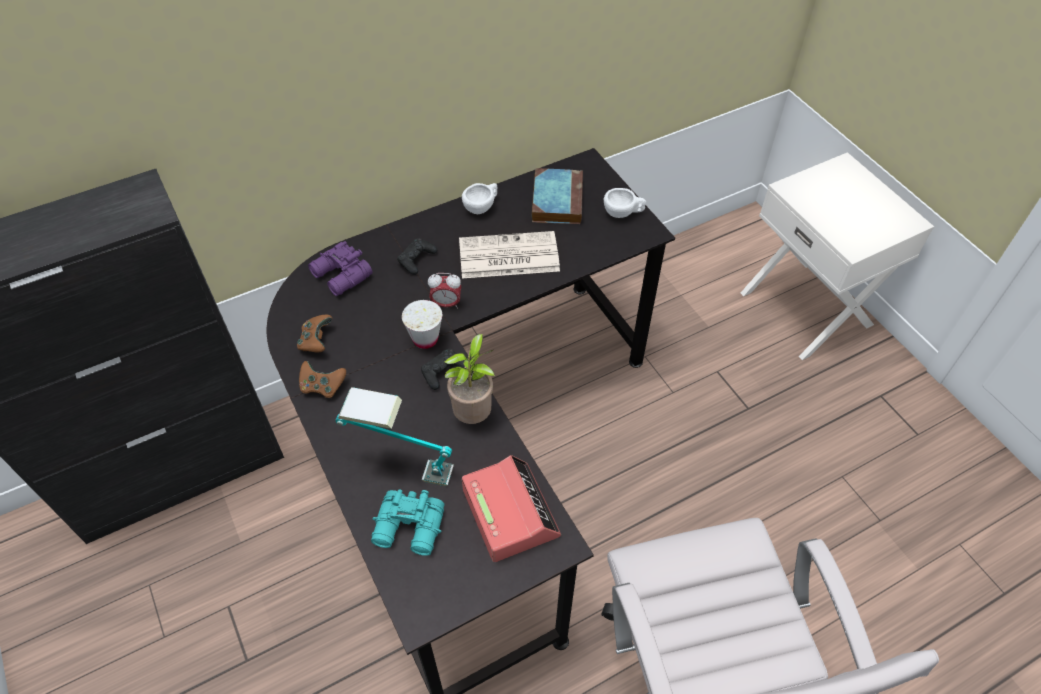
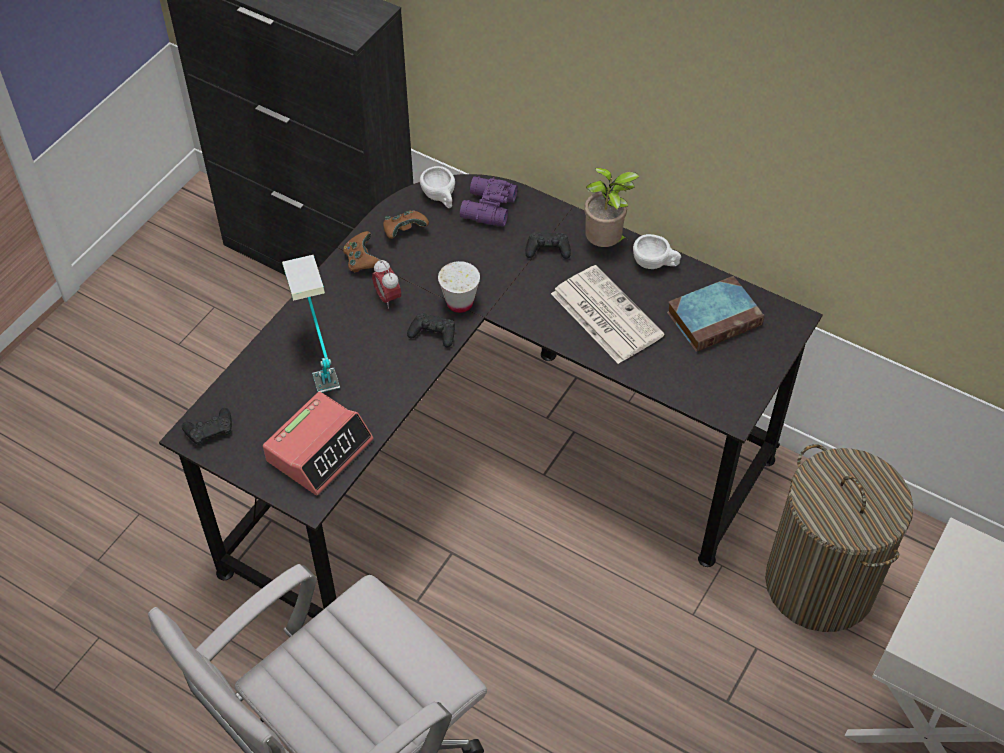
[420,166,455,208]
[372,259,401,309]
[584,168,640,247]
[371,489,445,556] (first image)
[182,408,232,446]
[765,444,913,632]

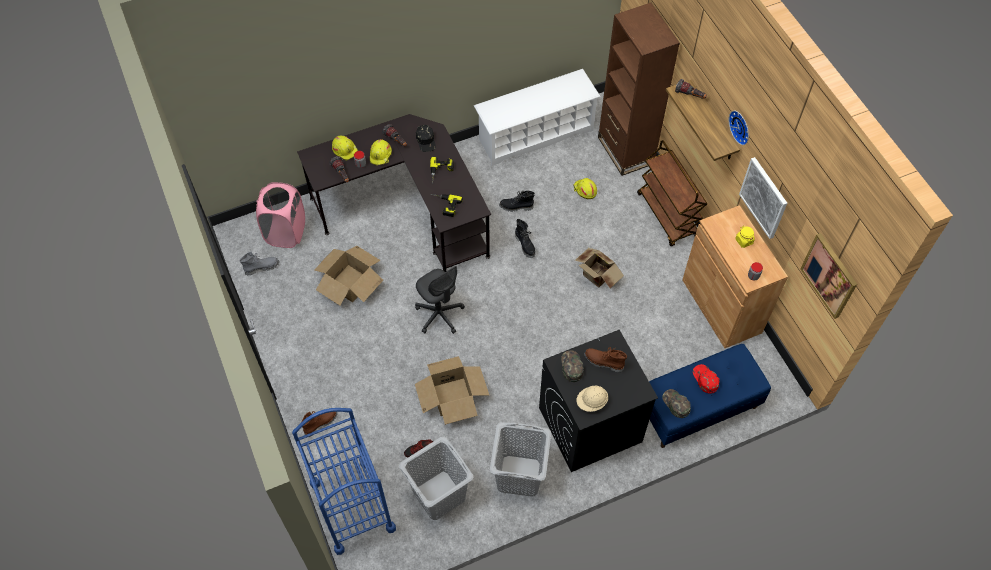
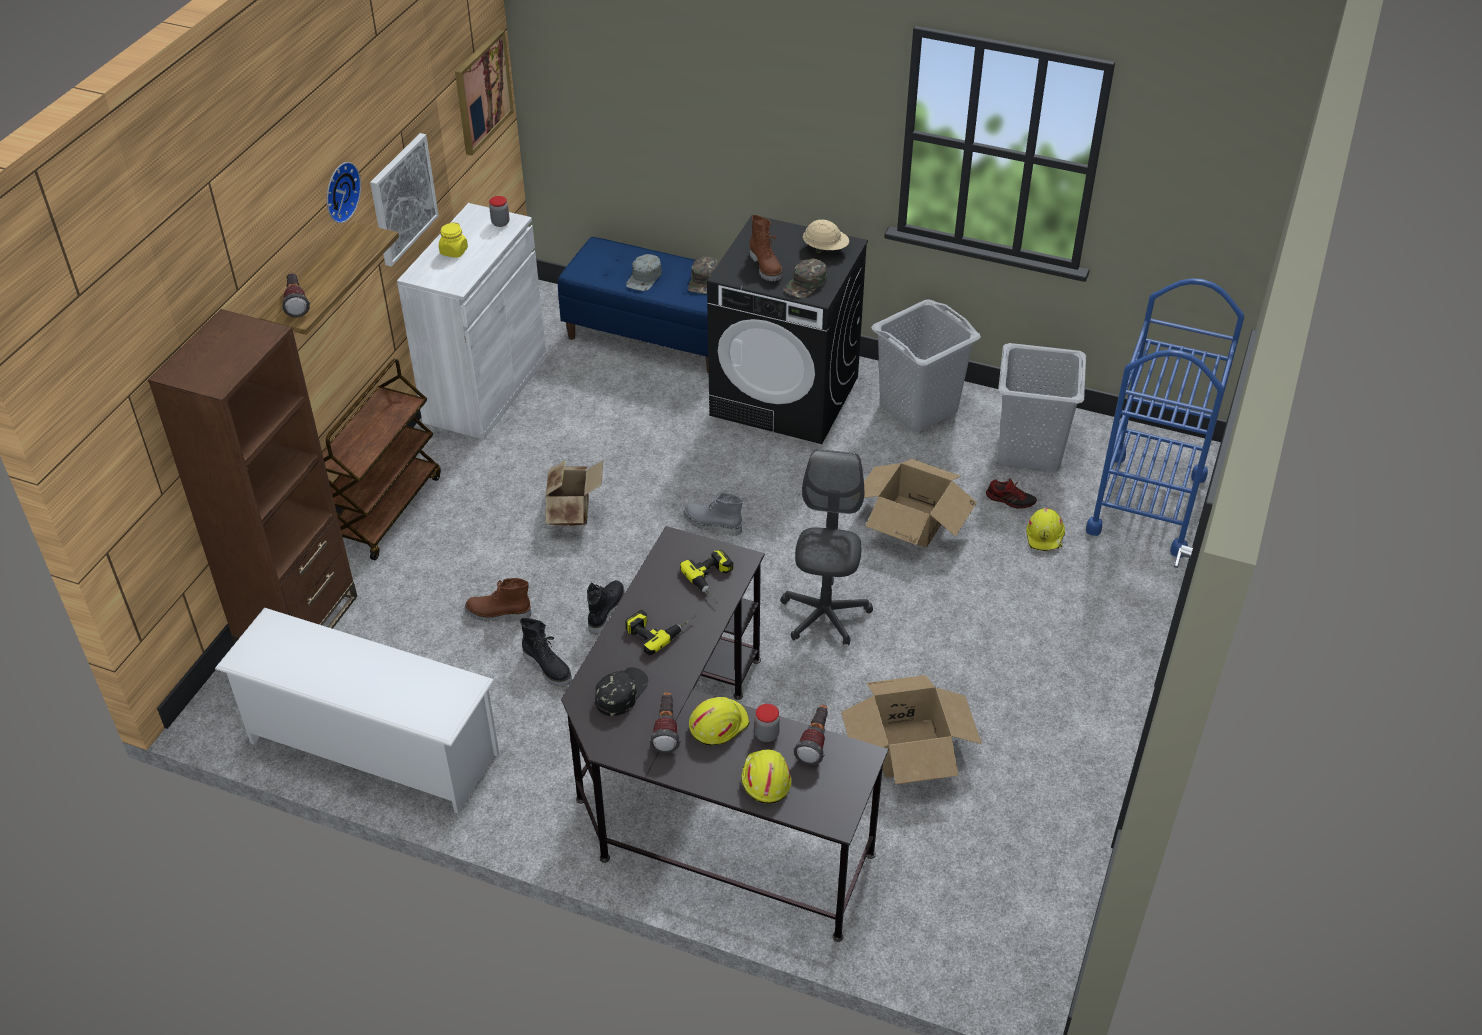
[1026,508,1065,551]
[256,182,305,248] (first image)
[397,203,547,440]
[683,493,743,536]
[626,254,662,291]
[465,578,531,622]

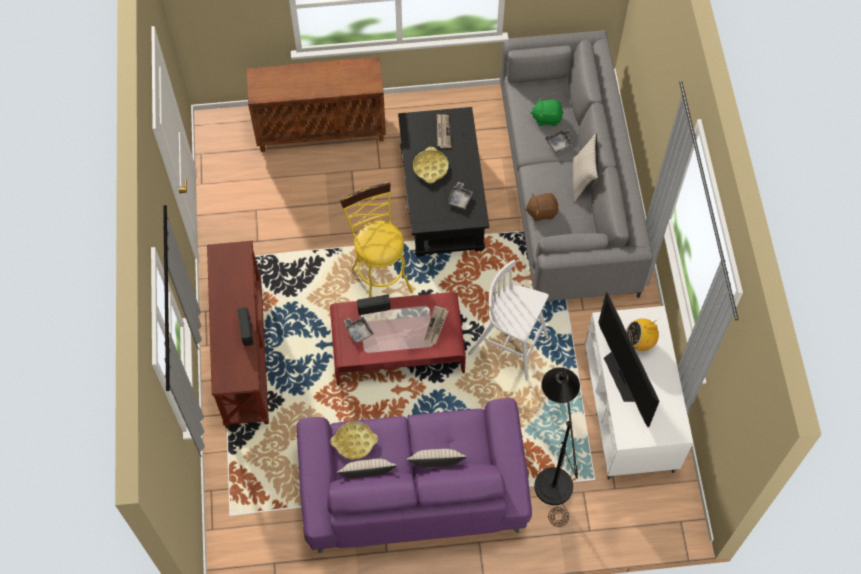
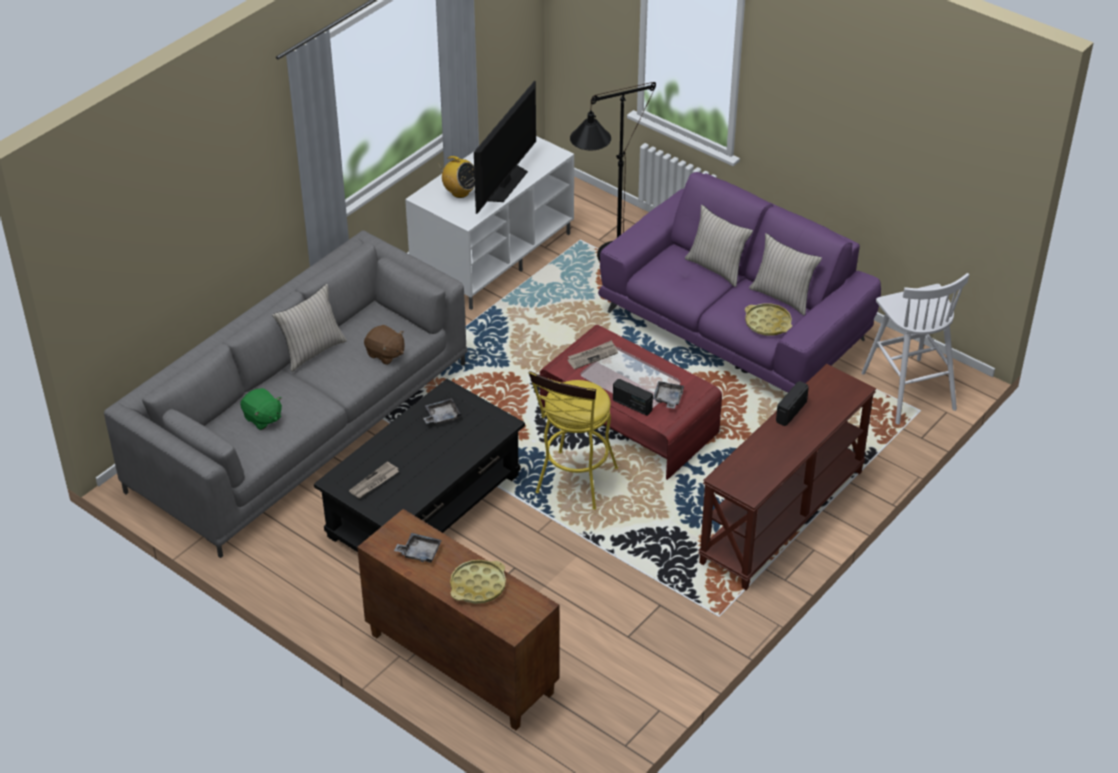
[394,533,442,563]
[450,560,506,604]
[861,273,969,425]

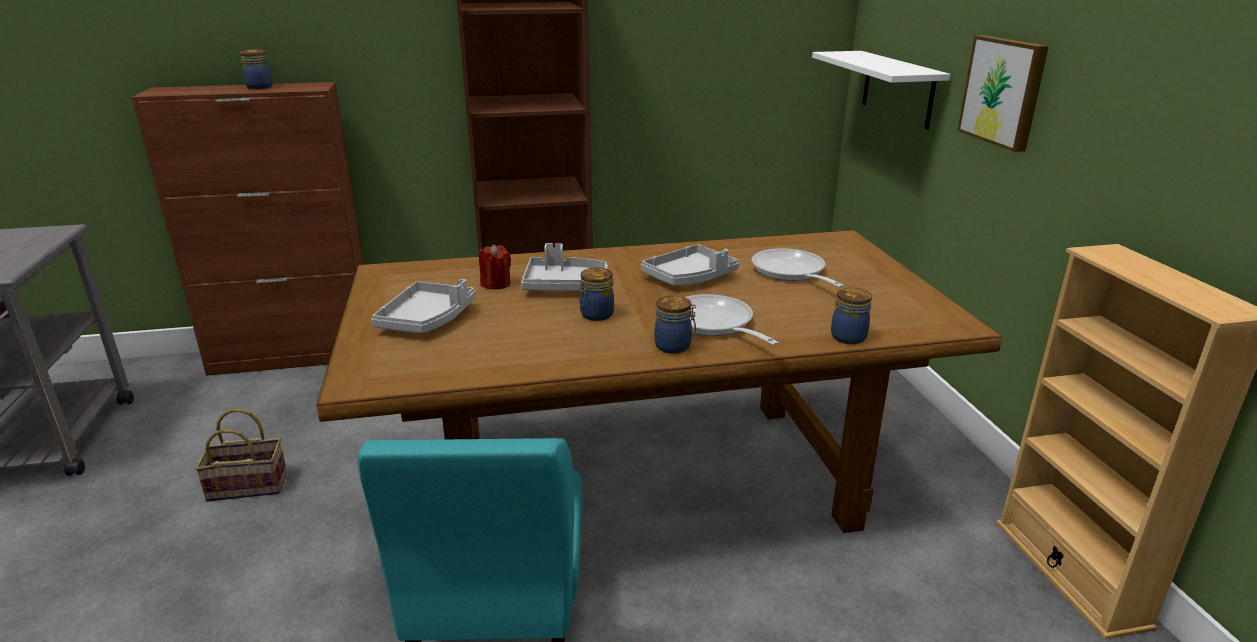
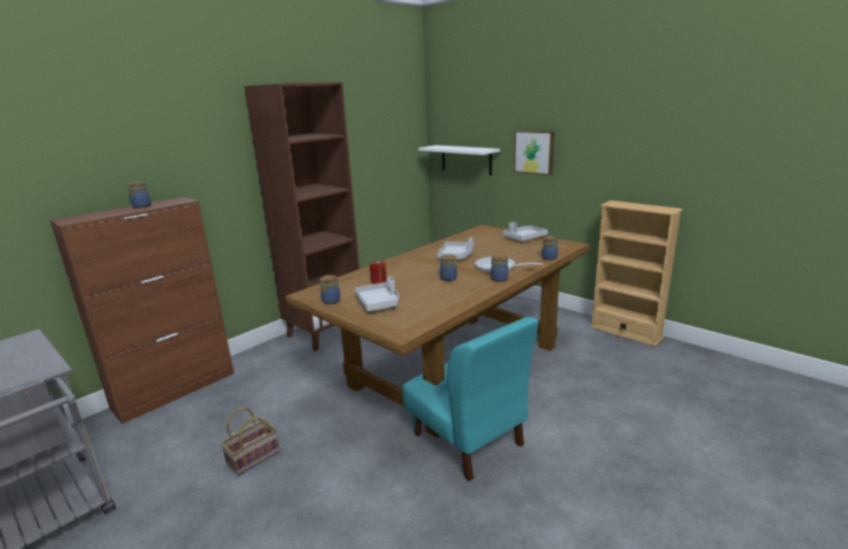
[503,222,548,241]
[752,248,844,288] (first image)
[320,275,340,304]

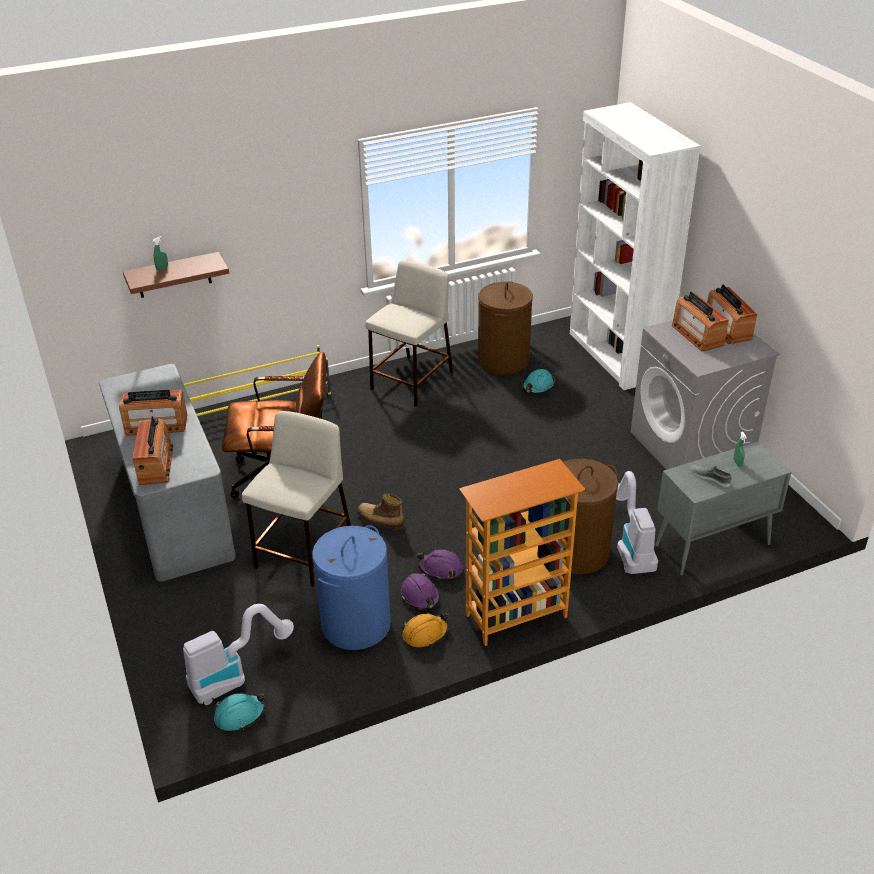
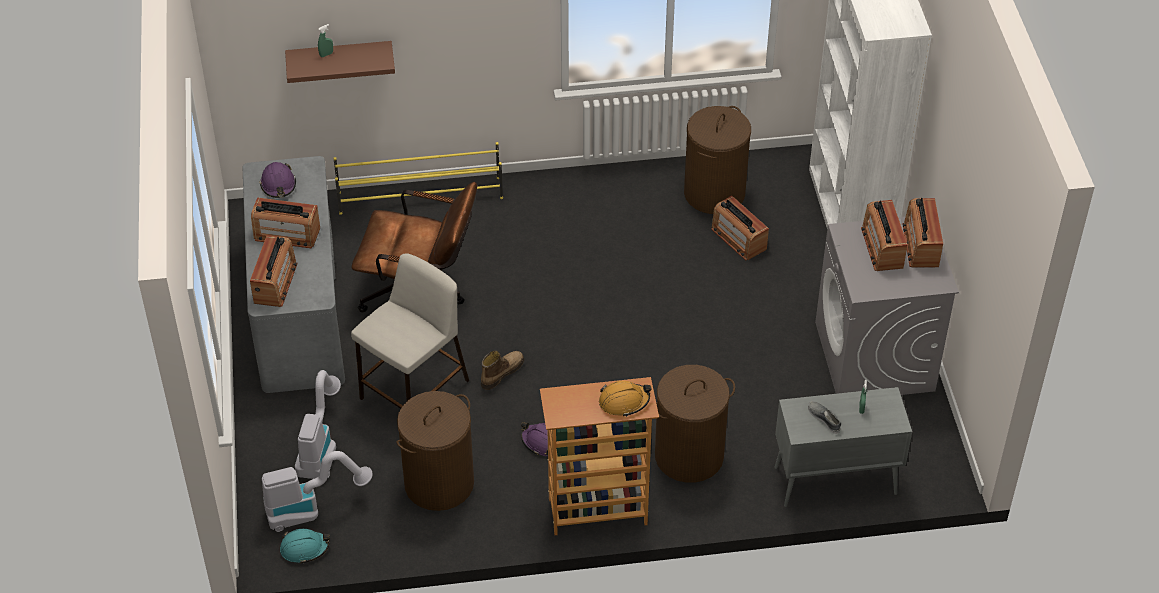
[365,260,453,406] (first image)
[711,196,769,260]
[295,370,341,479]
[481,351,524,390]
[397,391,474,511]
[260,162,296,198]
[599,381,651,417]

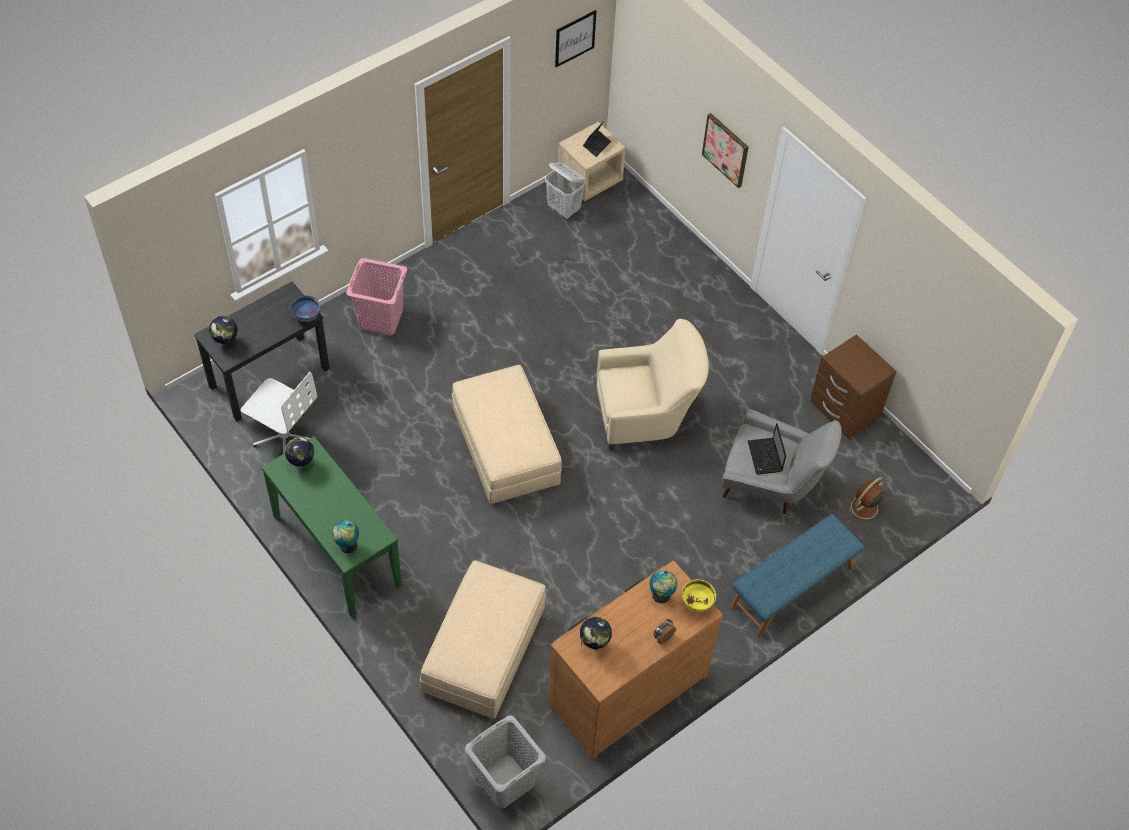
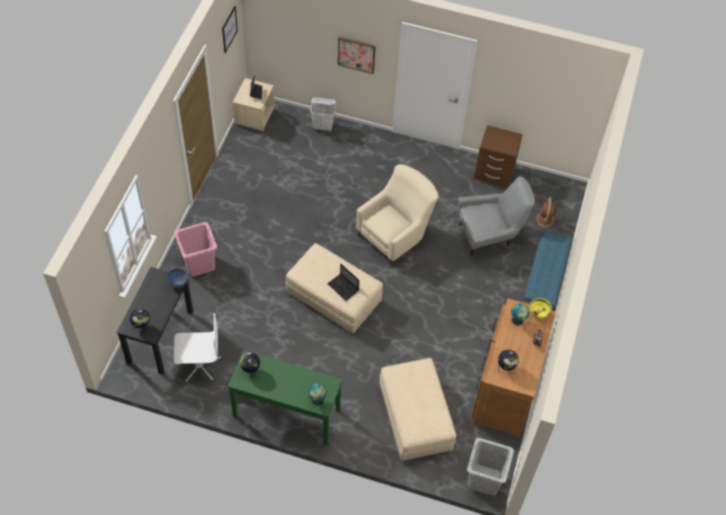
[310,98,336,131]
[327,264,359,301]

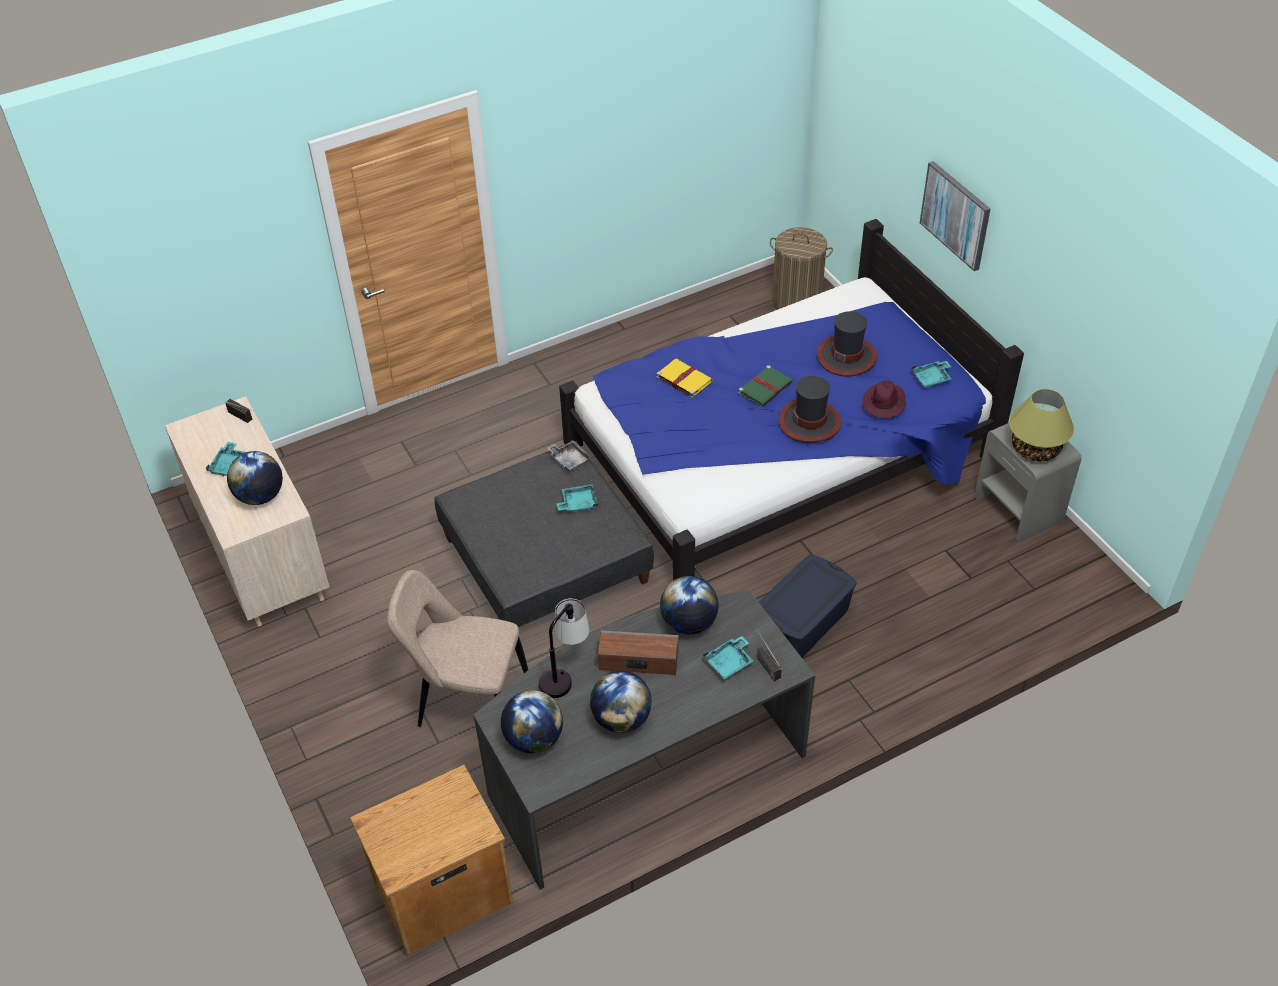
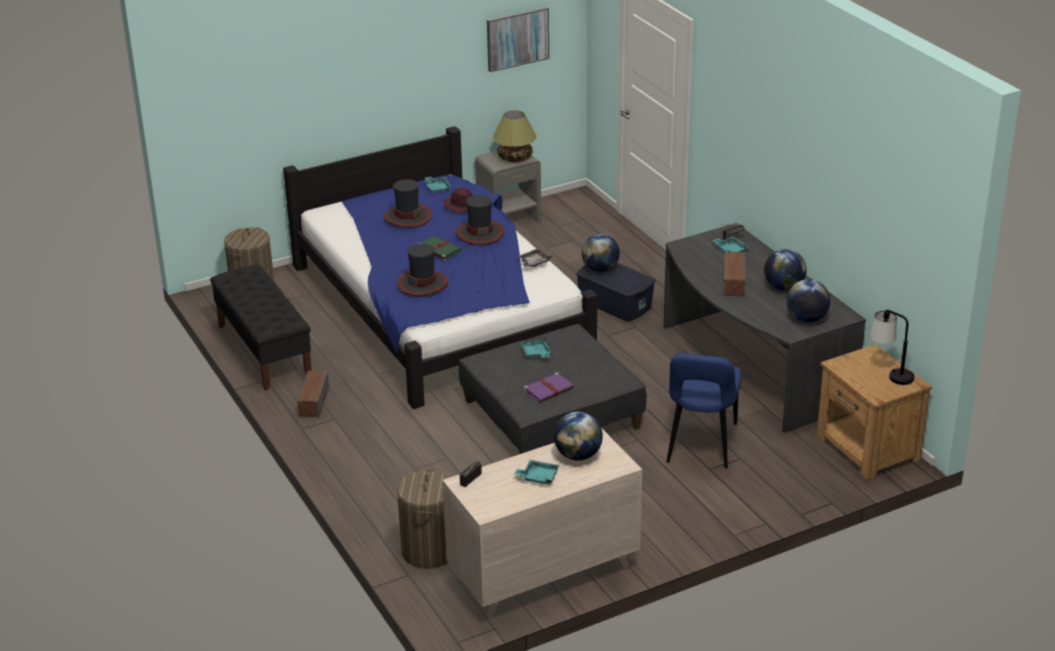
[487,7,549,72]
[397,244,448,296]
[518,249,552,267]
[667,353,741,468]
[582,234,620,272]
[870,309,914,385]
[210,265,312,390]
[297,371,329,418]
[524,372,574,402]
[397,469,449,569]

